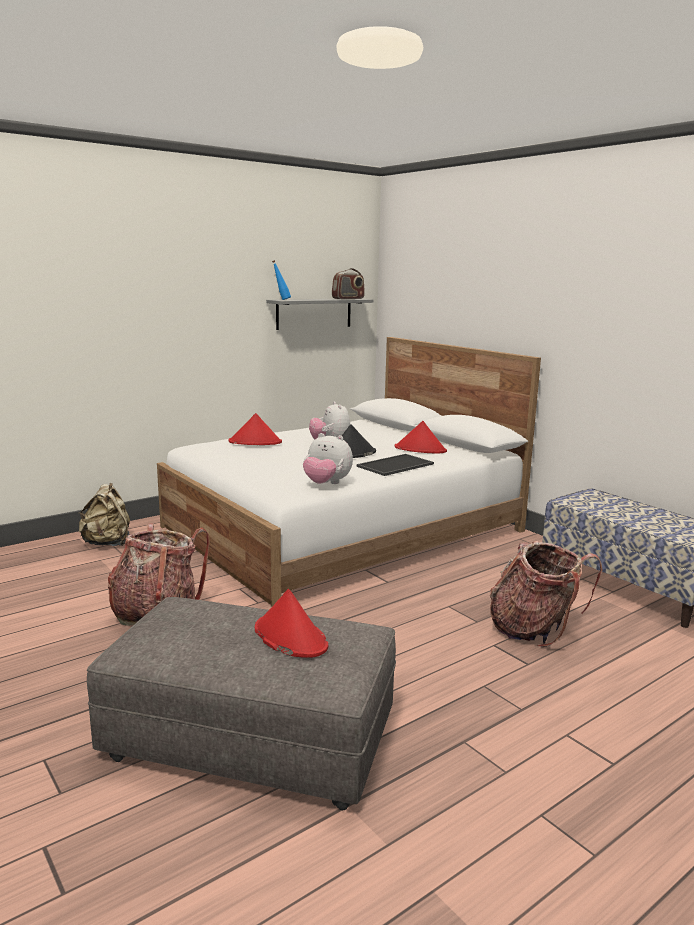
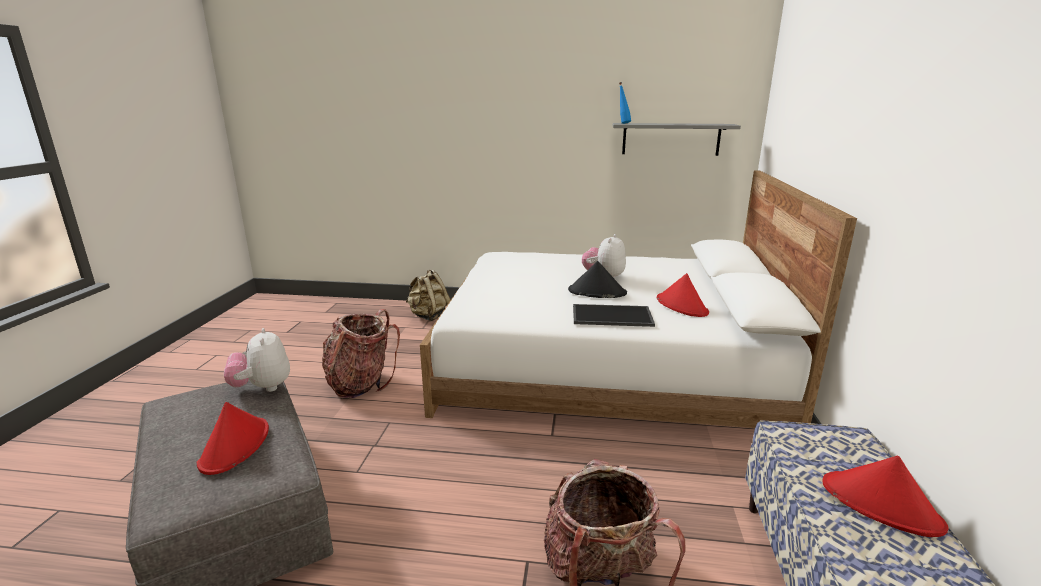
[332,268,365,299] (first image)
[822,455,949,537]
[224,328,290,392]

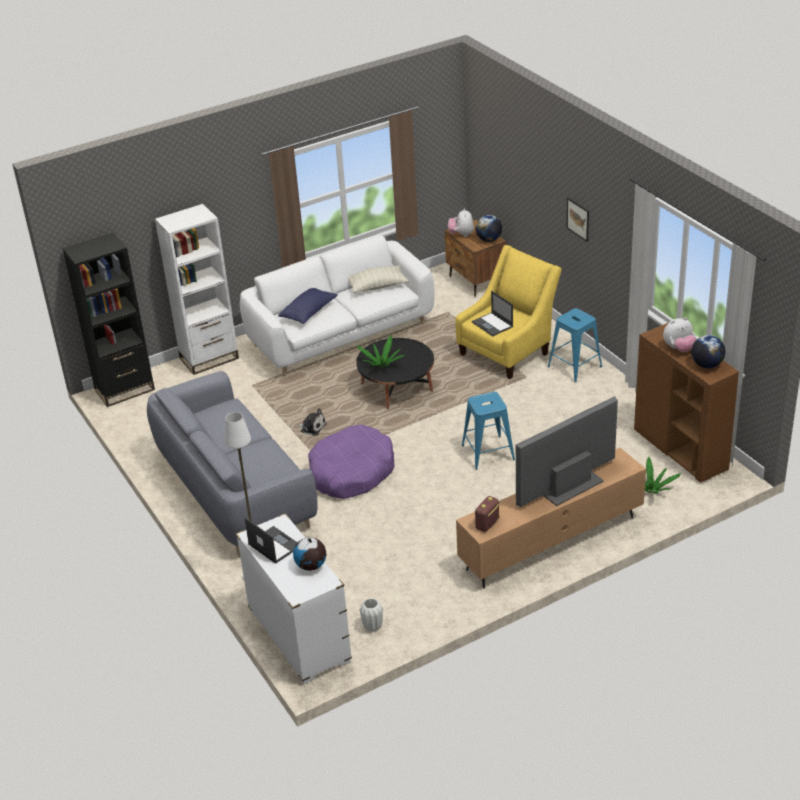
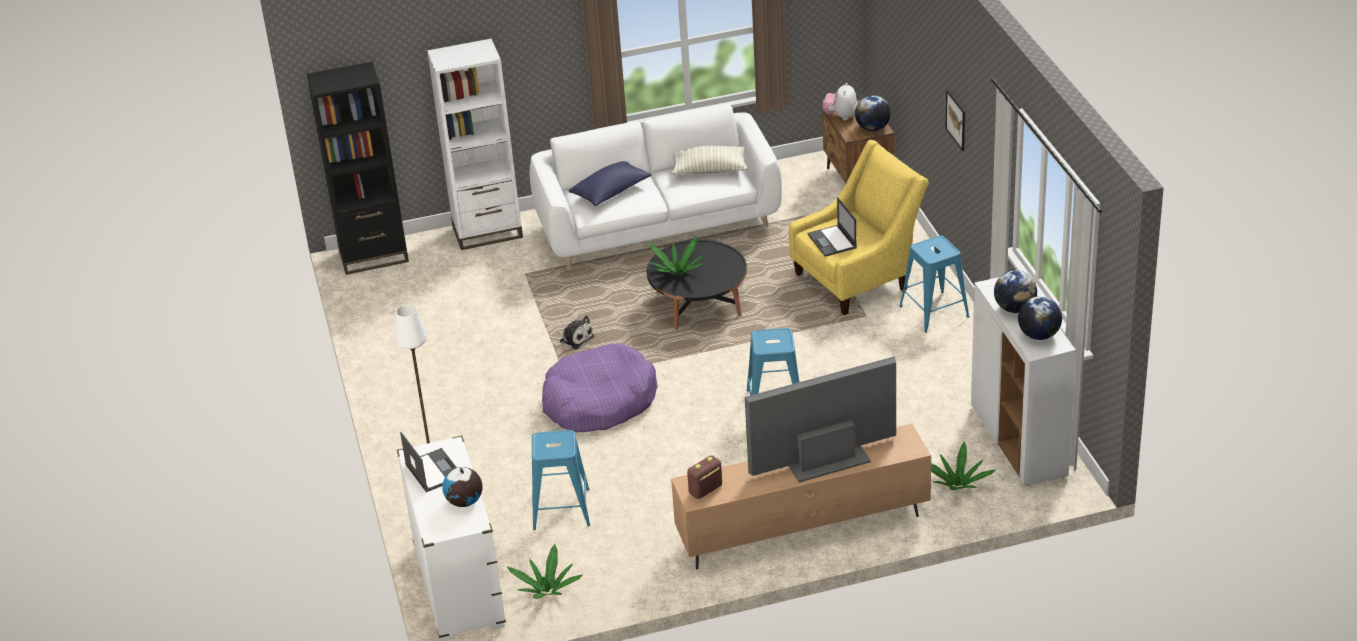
[994,270,1037,313]
[971,277,1076,487]
[147,371,317,557] (first image)
[507,544,582,599]
[532,430,590,530]

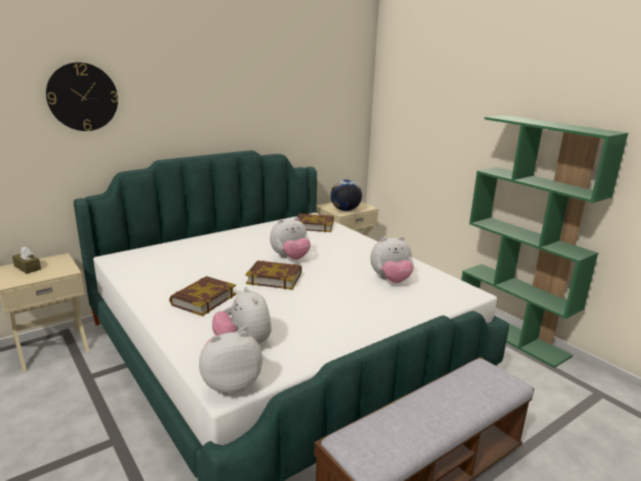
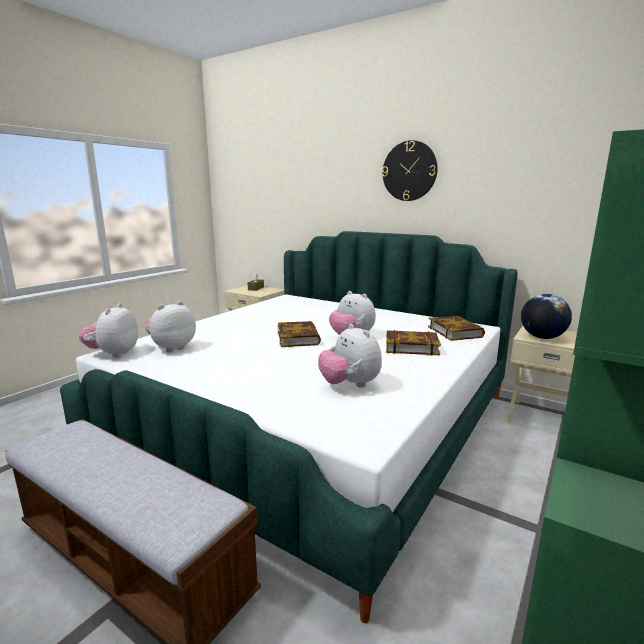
[382,140,438,201]
[386,330,441,356]
[79,304,138,358]

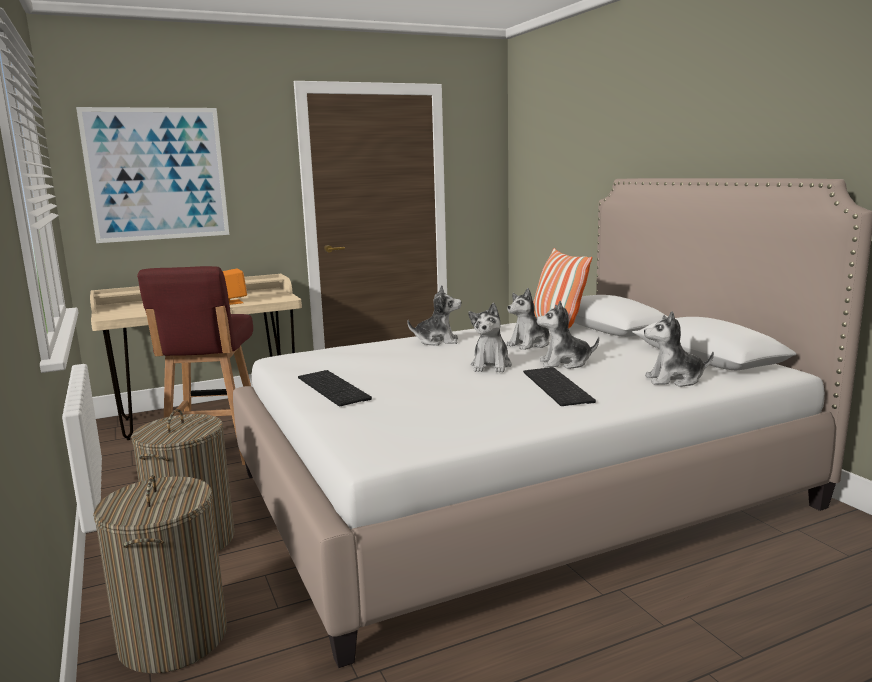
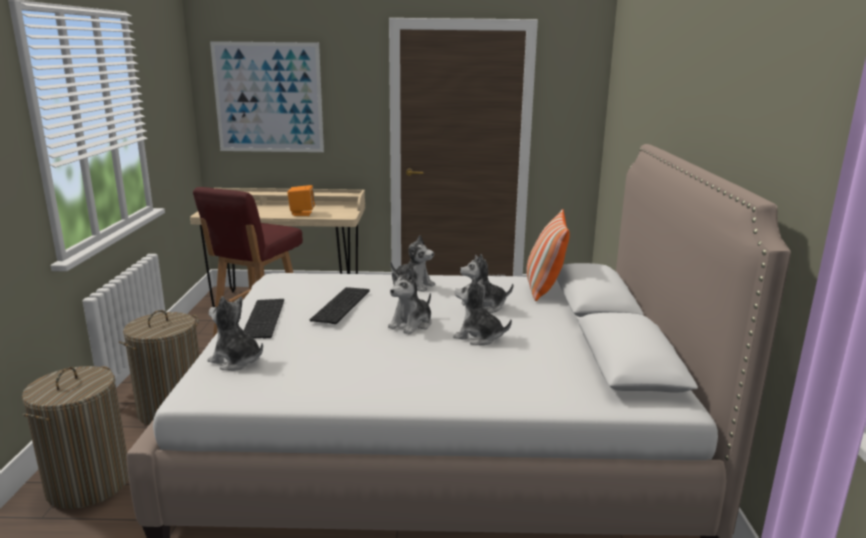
[207,296,263,371]
[310,287,370,324]

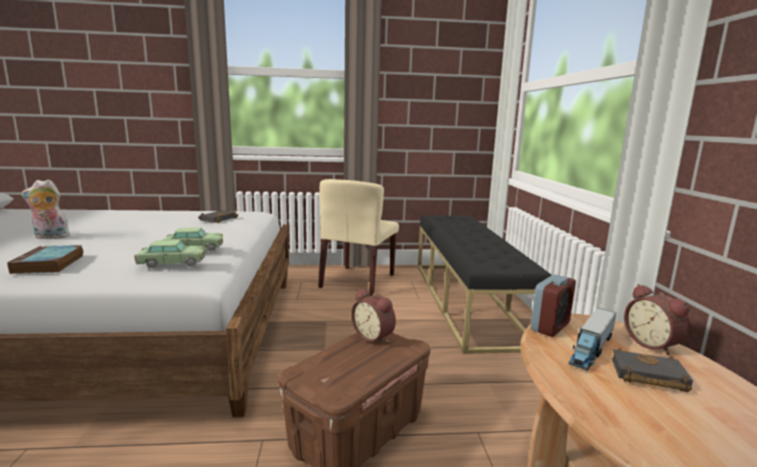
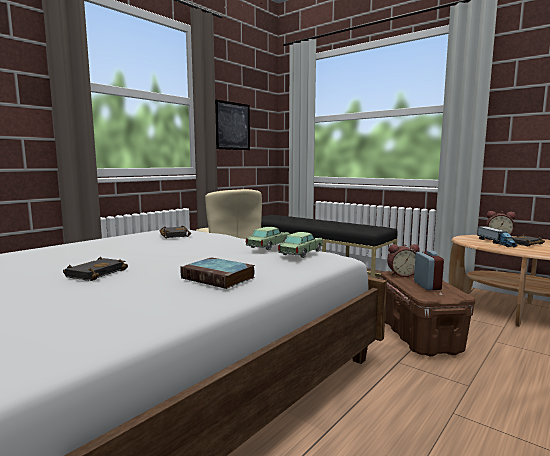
[63,257,128,281]
[414,251,444,290]
[215,100,250,150]

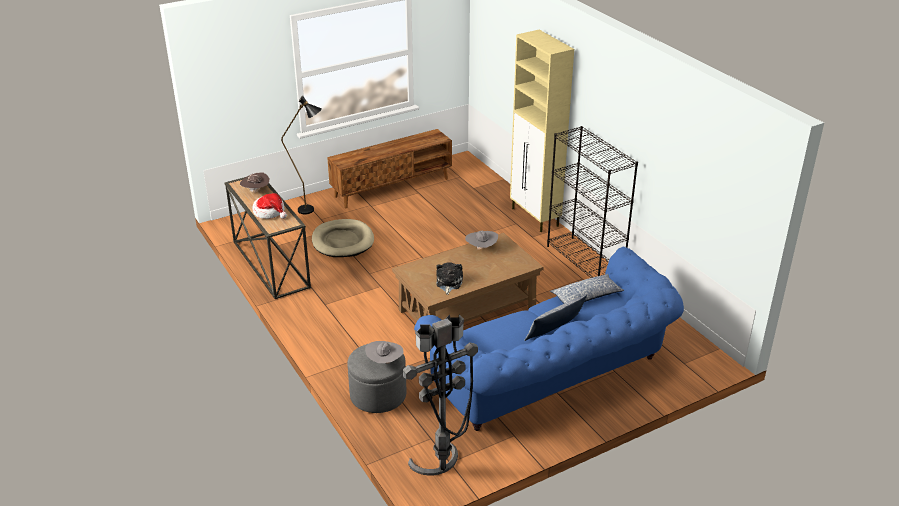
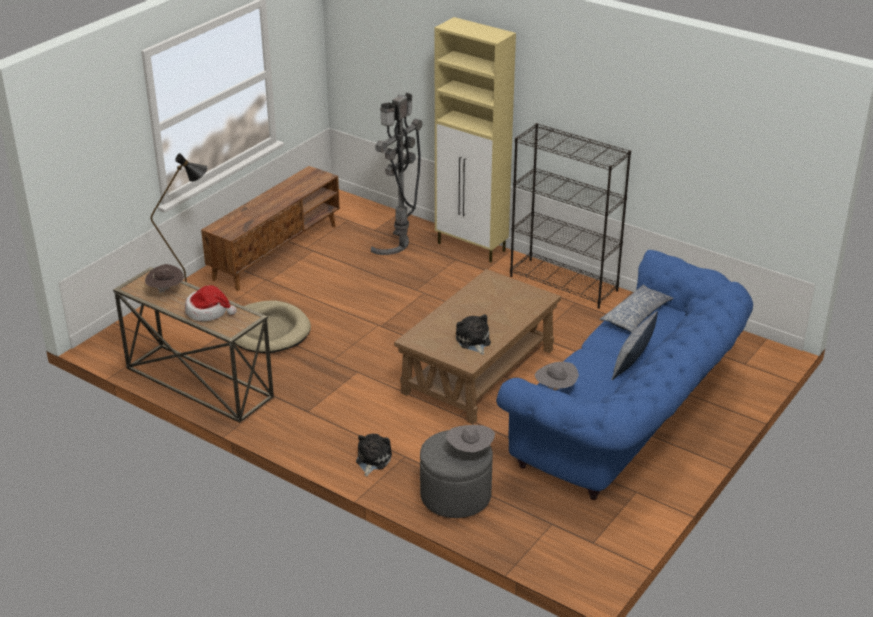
[535,362,579,390]
[371,93,422,255]
[356,433,392,476]

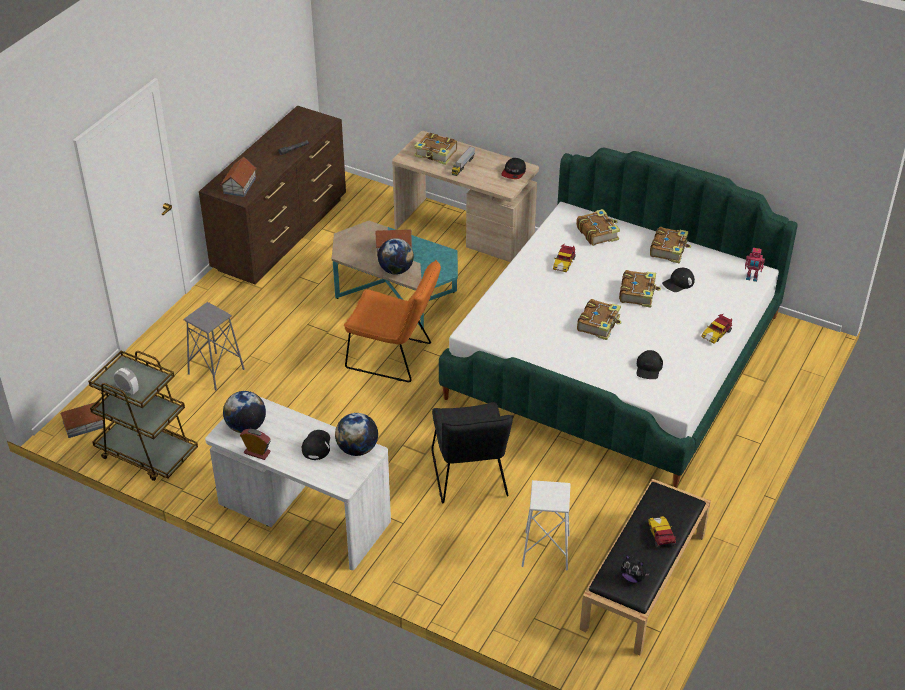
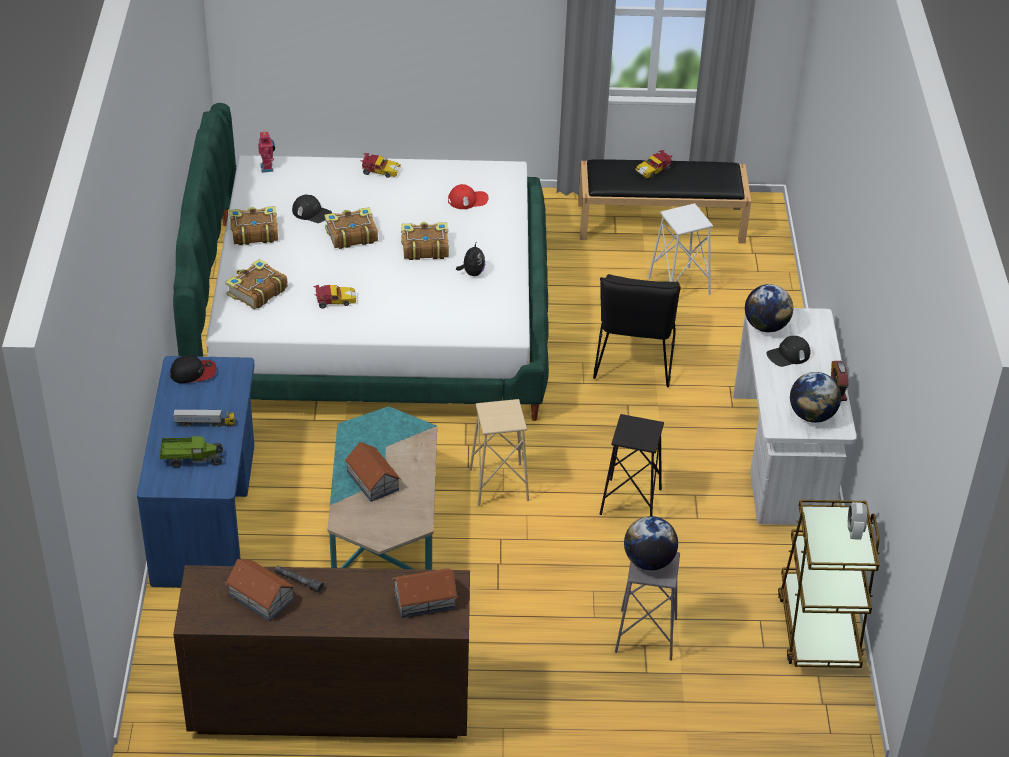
[137,356,255,588]
[160,436,224,468]
[624,516,678,570]
[469,399,529,507]
[448,184,489,209]
[225,559,295,621]
[593,274,681,387]
[456,241,485,276]
[600,414,664,516]

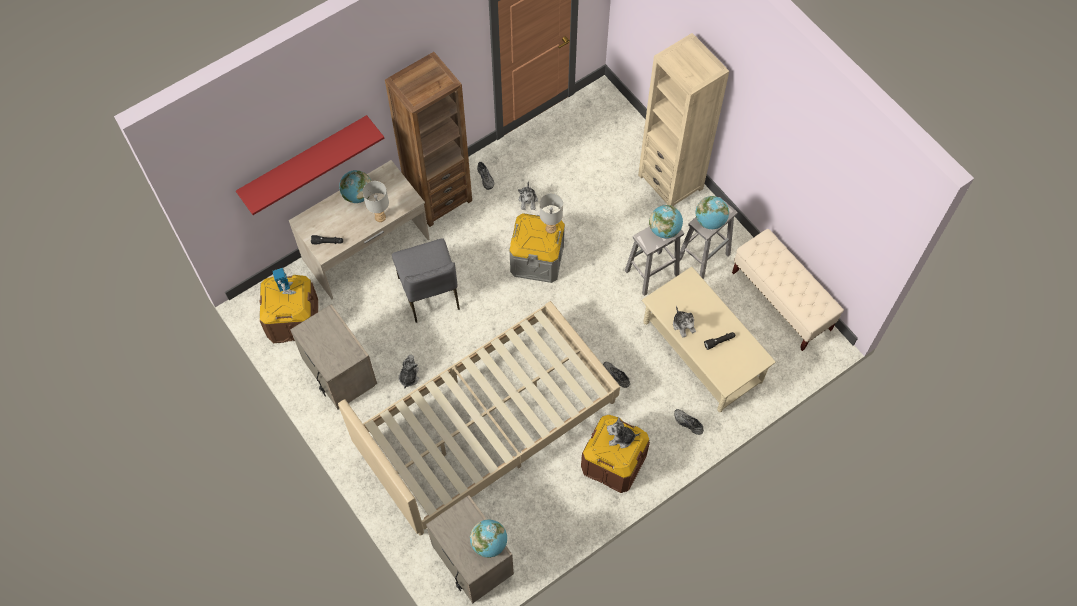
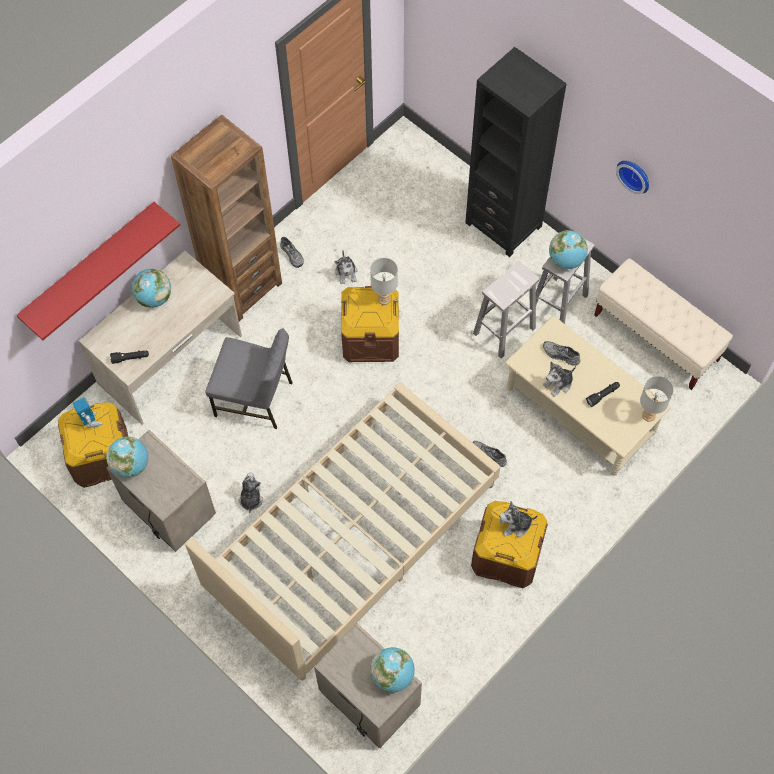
[465,47,566,257]
[640,376,673,422]
[106,437,148,478]
[341,286,399,362]
[205,328,293,429]
[543,361,576,397]
[543,341,580,366]
[616,161,649,194]

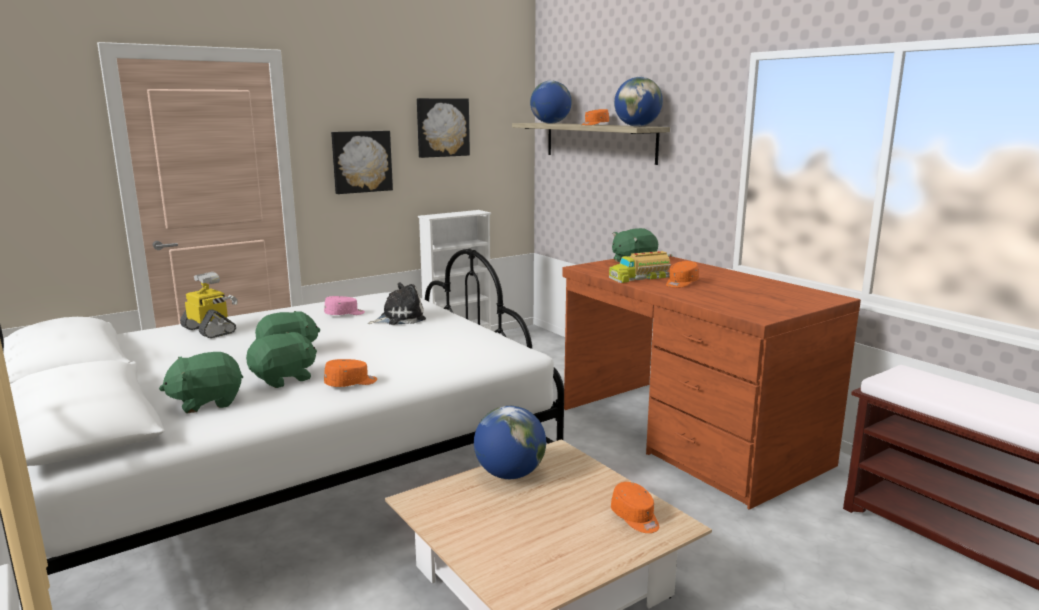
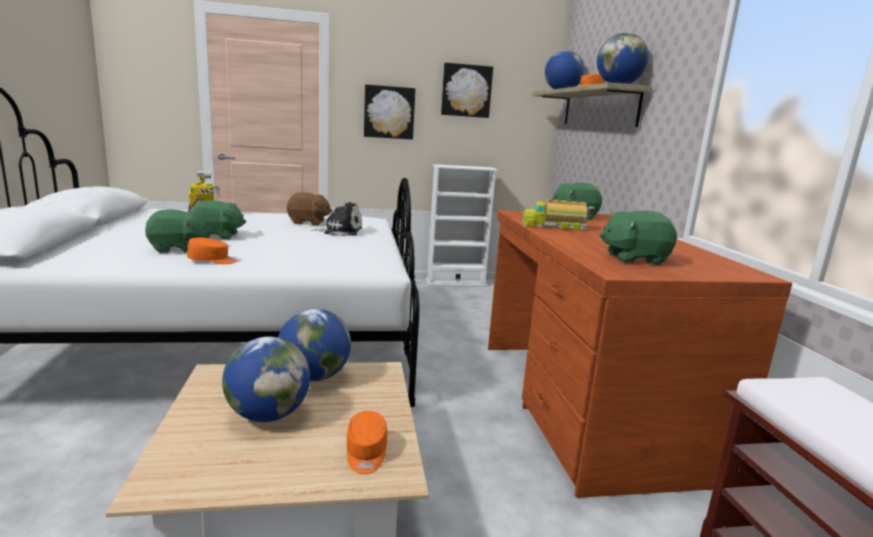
[666,261,699,288] (first image)
[287,192,332,225]
[600,210,677,265]
[222,336,310,422]

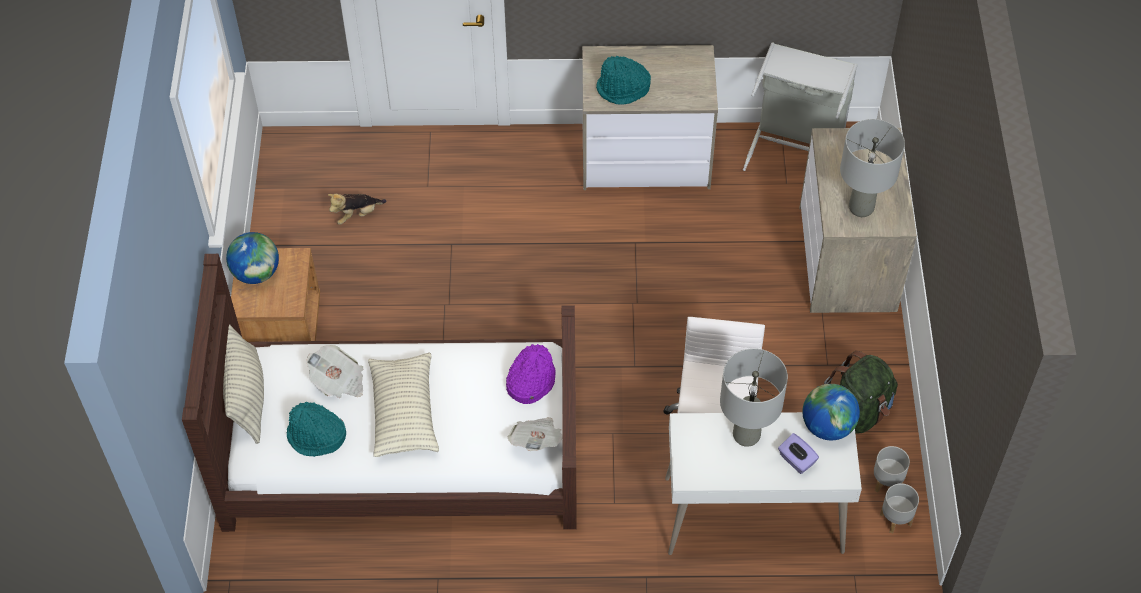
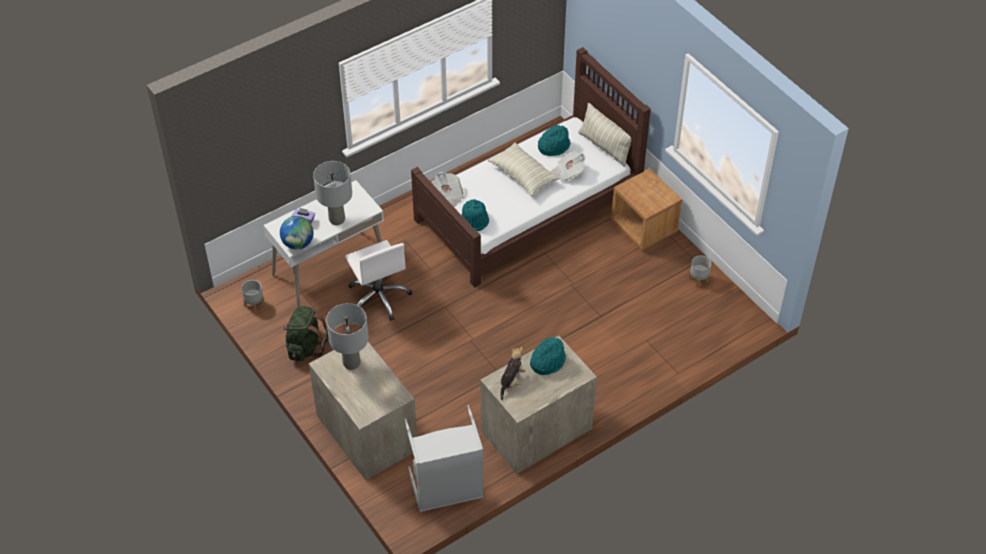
[500,347,526,400]
[226,232,279,284] (first image)
[462,199,489,231]
[689,255,711,287]

